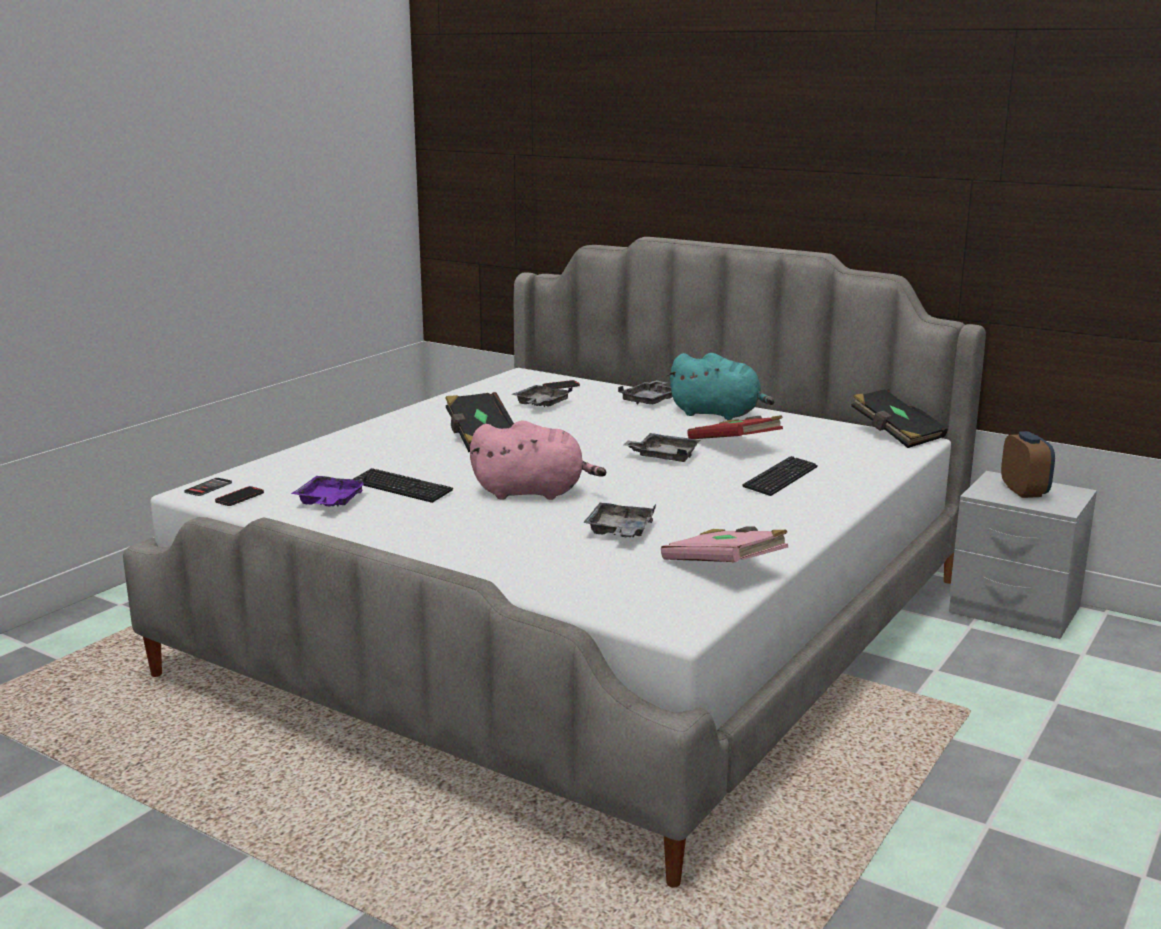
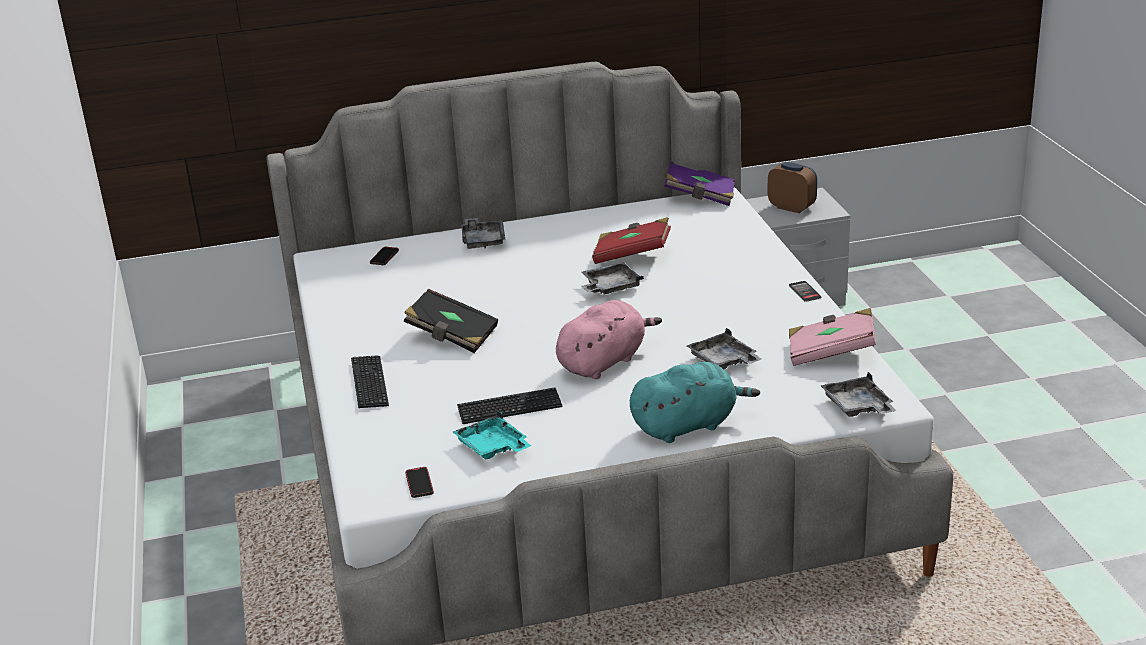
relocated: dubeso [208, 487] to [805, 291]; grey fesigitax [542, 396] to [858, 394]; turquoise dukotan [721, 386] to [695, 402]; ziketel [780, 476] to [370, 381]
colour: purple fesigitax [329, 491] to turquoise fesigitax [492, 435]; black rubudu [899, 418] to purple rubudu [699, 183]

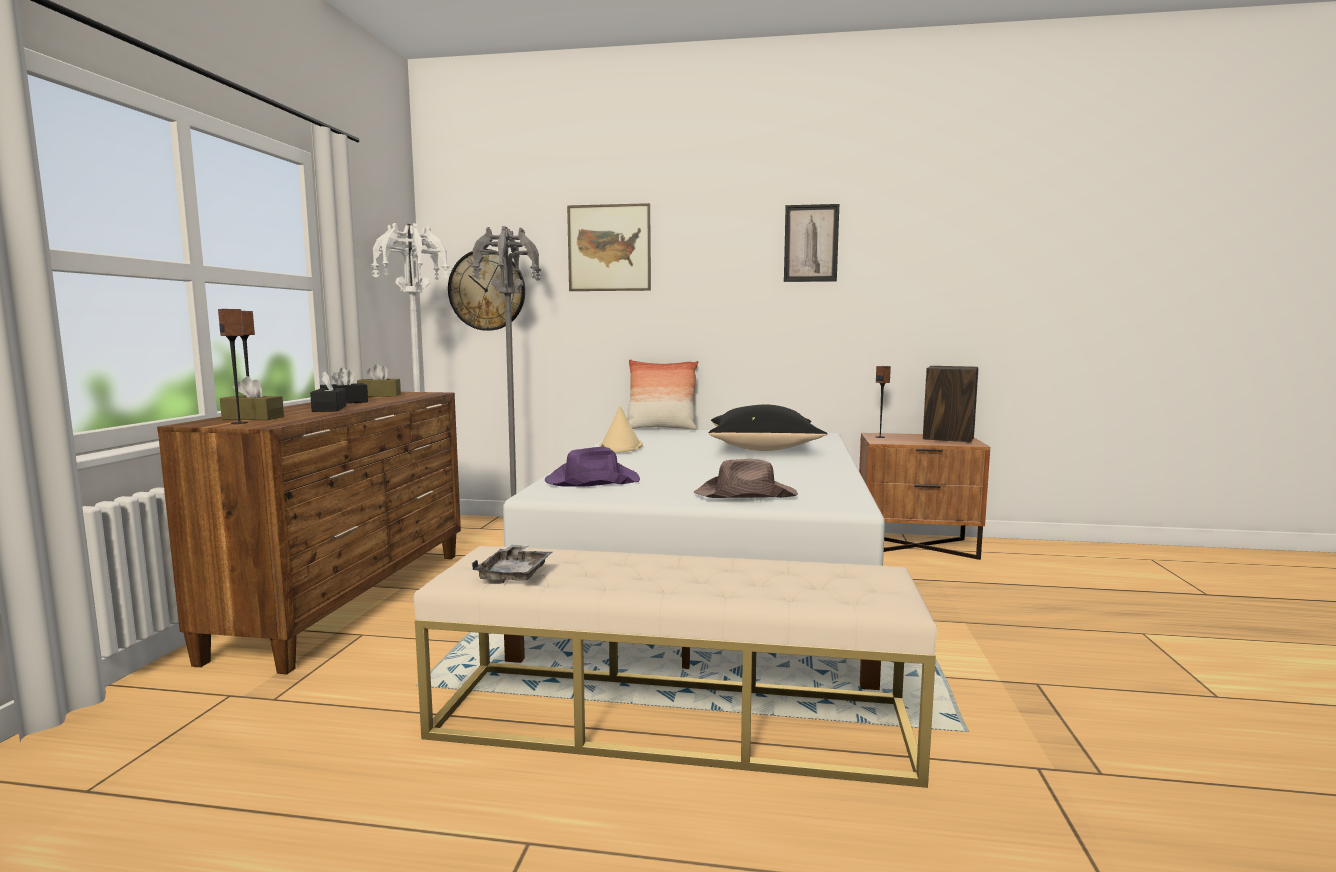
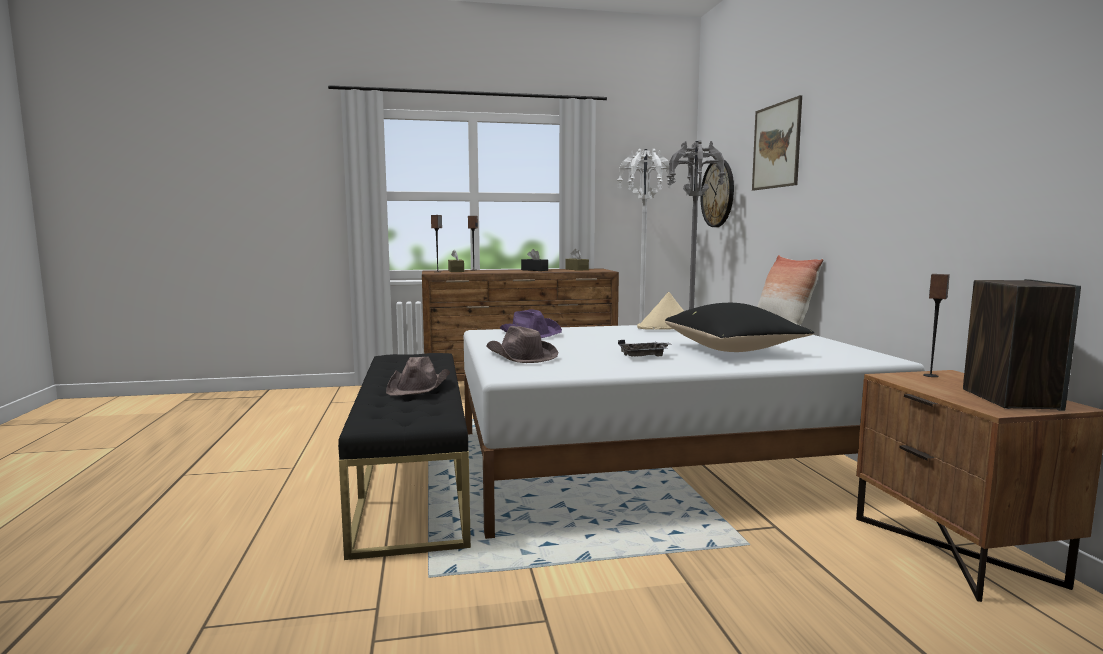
missing: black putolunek [328, 392]; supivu [811, 243]
appeared: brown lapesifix [418, 376]
relocated: grey fesigitax [512, 564] to [645, 348]
colour: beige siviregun [675, 667] to black siviregun [404, 456]

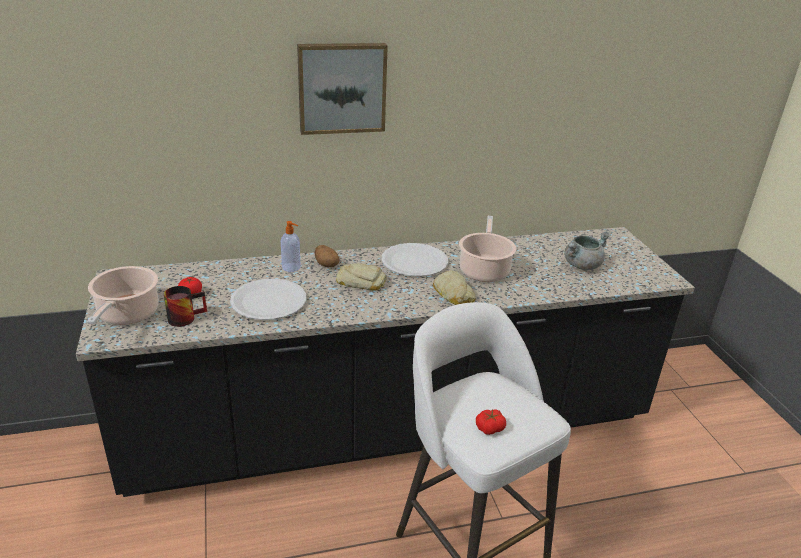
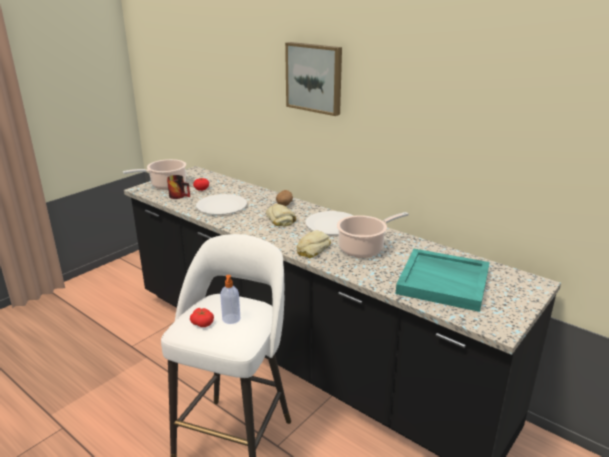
relocated: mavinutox [291, 246] to [230, 299]
exchanged: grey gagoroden [587, 250] to turquoise fesigitax [443, 280]

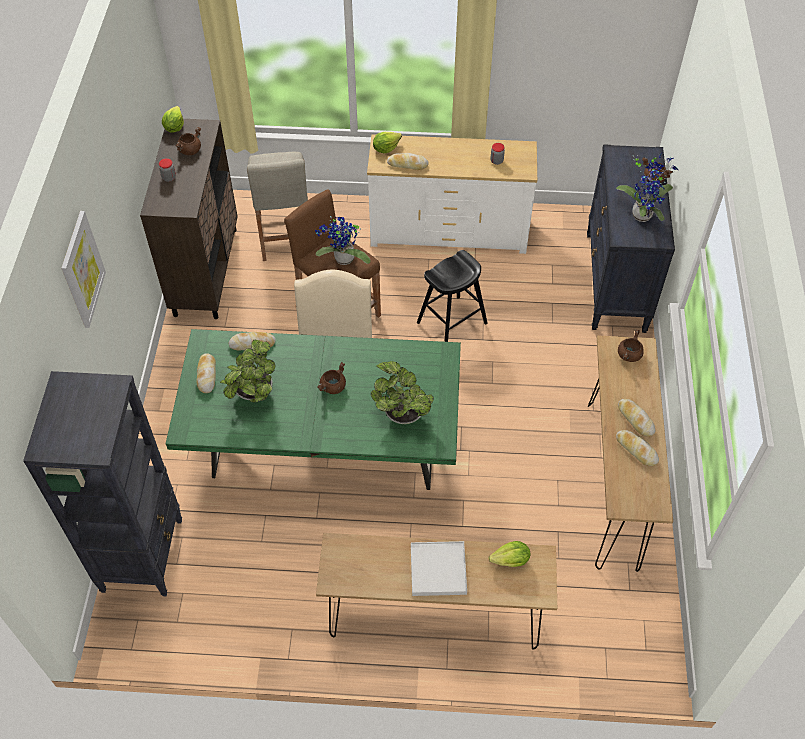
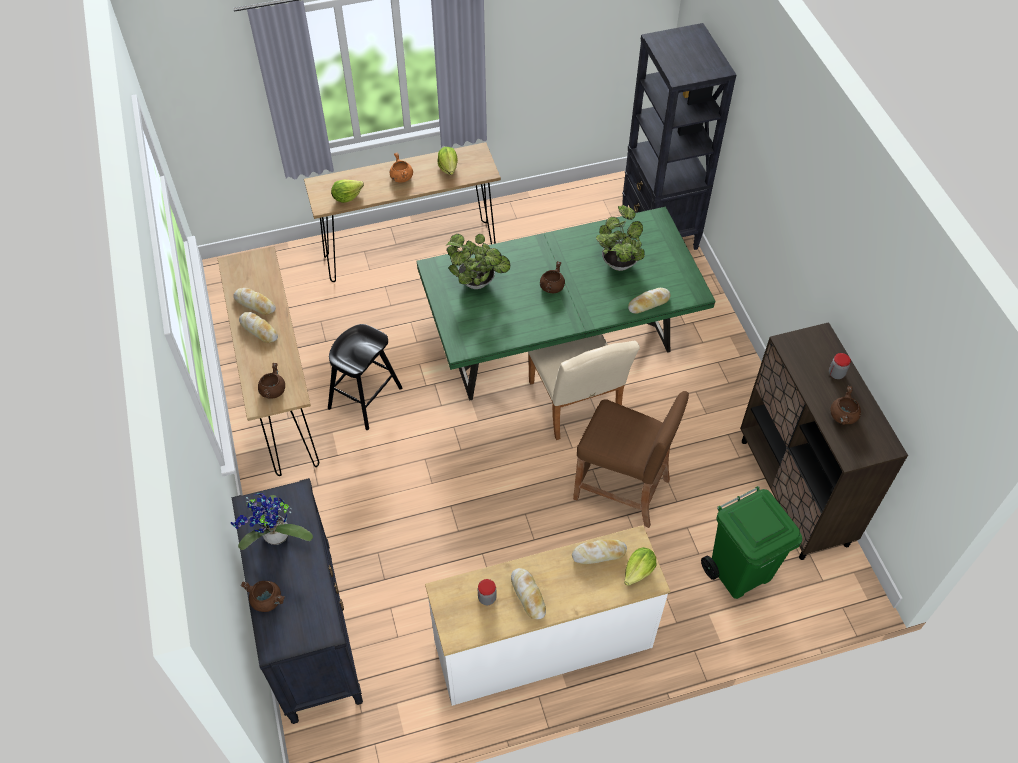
missing: supivu [83, 269]; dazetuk [343, 240]
relocated: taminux [173, 119] to [448, 161]; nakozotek [206, 373] to [528, 593]; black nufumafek [452, 296] to [365, 377]
exchanged: beige nufumafek [277, 206] to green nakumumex [751, 542]; white fesigitax [439, 568] to orange gagoroden [401, 167]

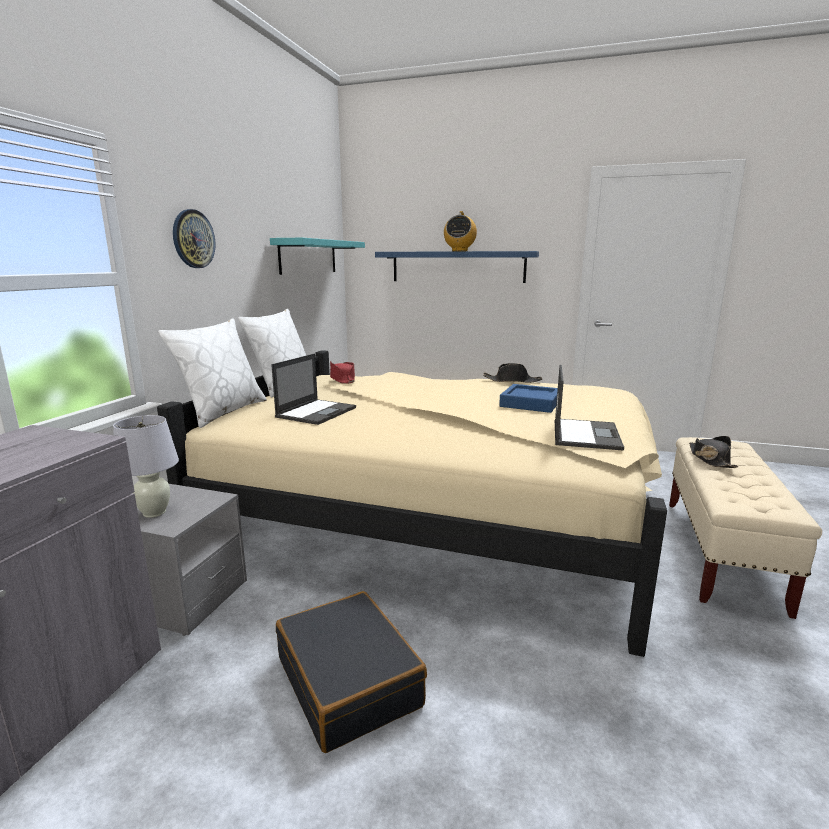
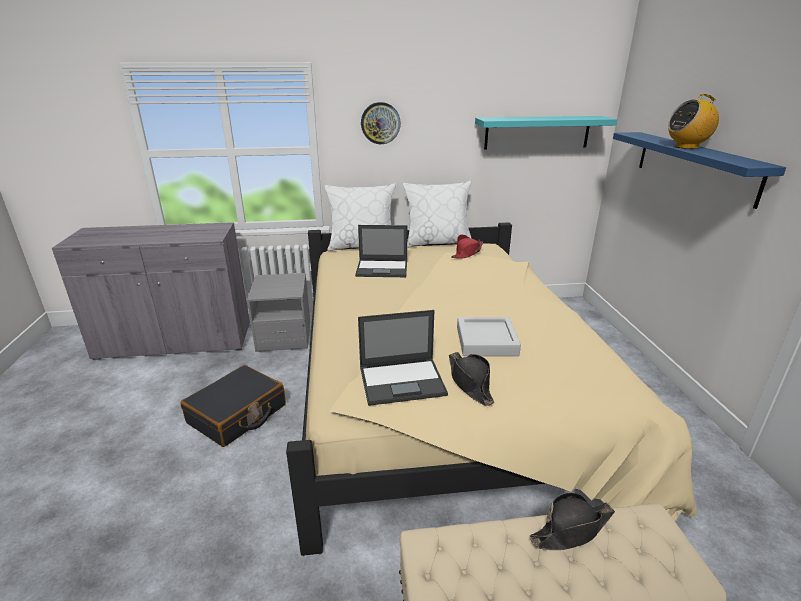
missing: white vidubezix [146, 466]
relocated: black lapesifix [512, 373] to [471, 379]
colour: blue fesigitax [528, 398] to grey fesigitax [489, 336]

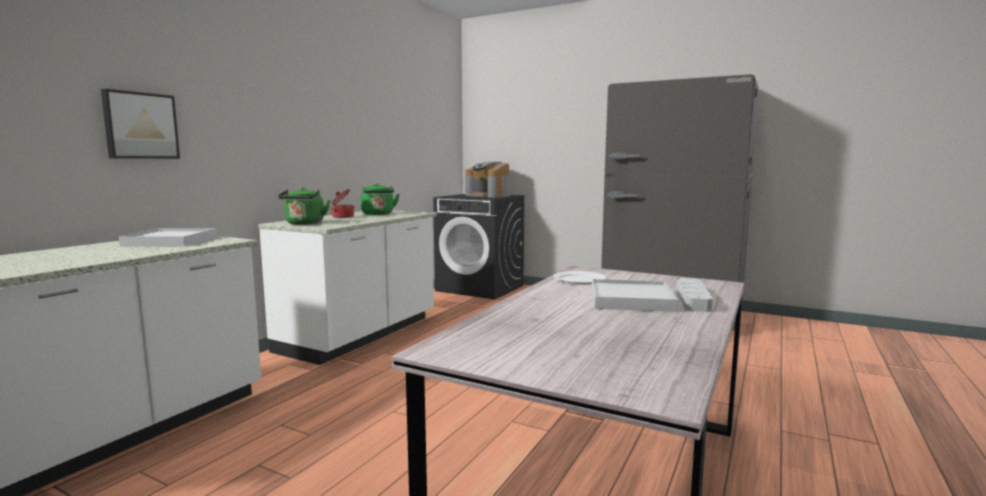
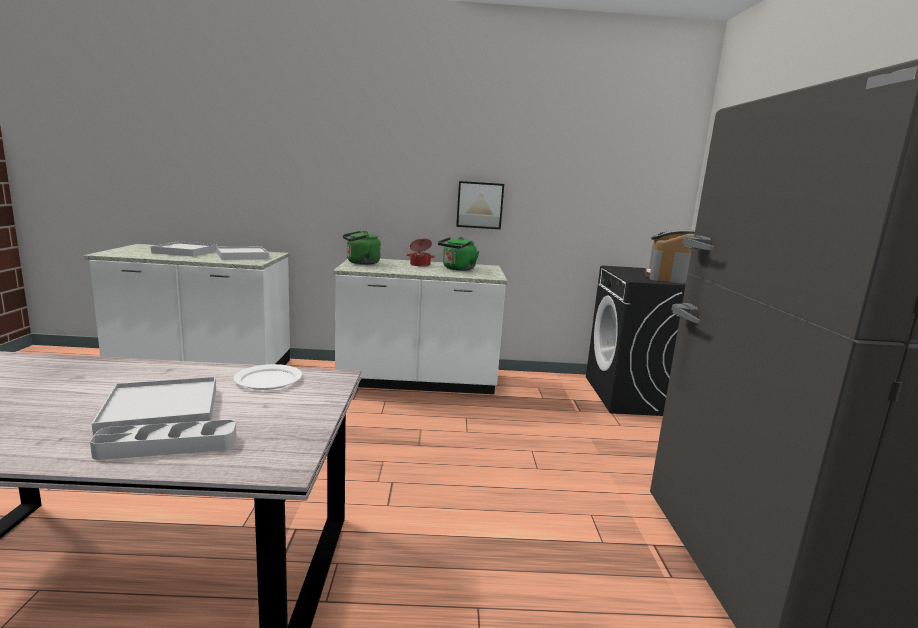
appeared: white fesigitax [184, 248]
relocated: supivu [140, 124] to [480, 205]

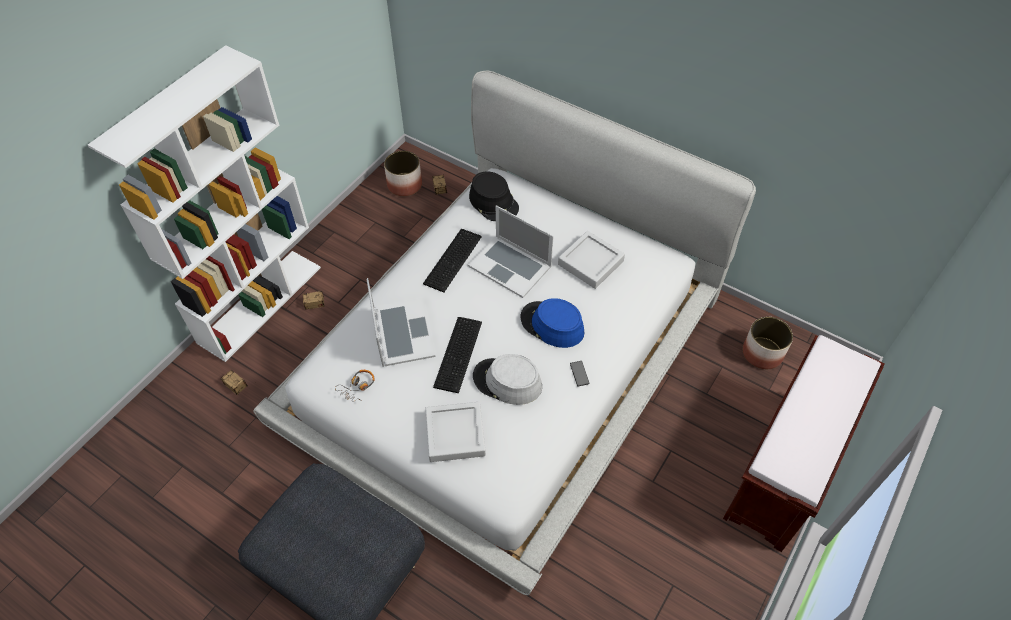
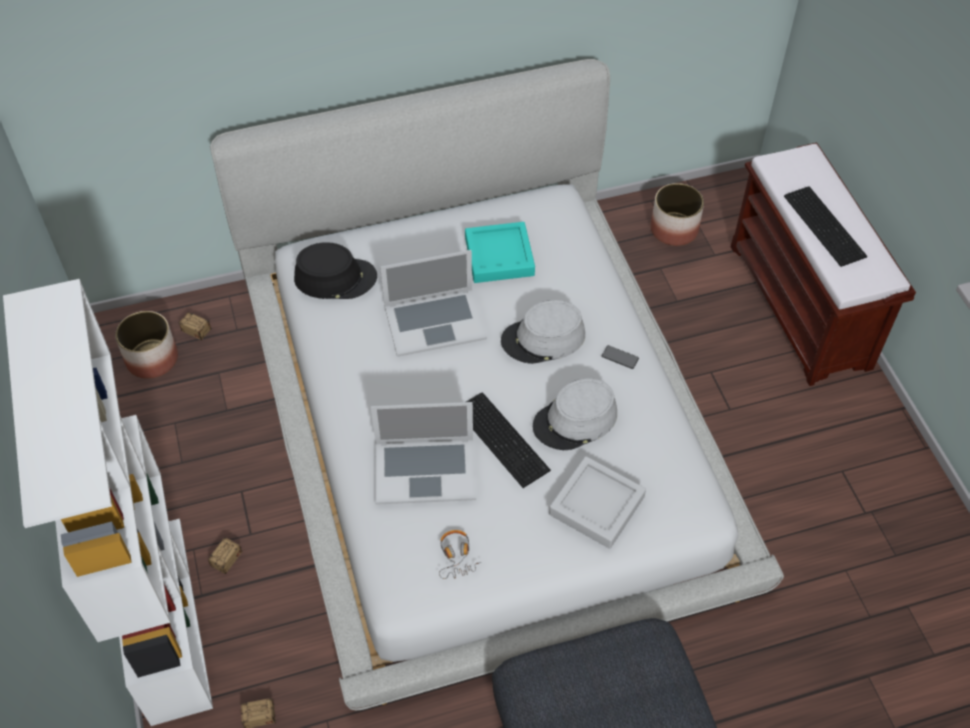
relocated: ziketel [452, 260] to [826, 226]
colour: blue lapesifix [552, 323] to grey lapesifix [543, 332]; grey fesigitax [591, 260] to turquoise fesigitax [500, 252]
spun: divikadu [401, 322] = [423, 453] 150 degrees clockwise

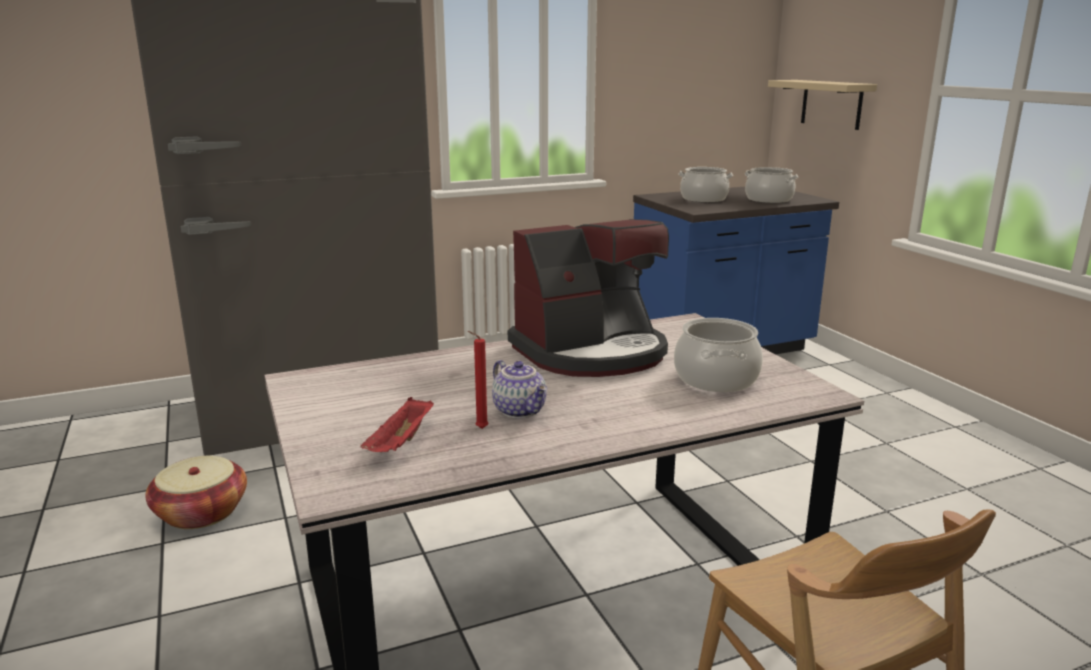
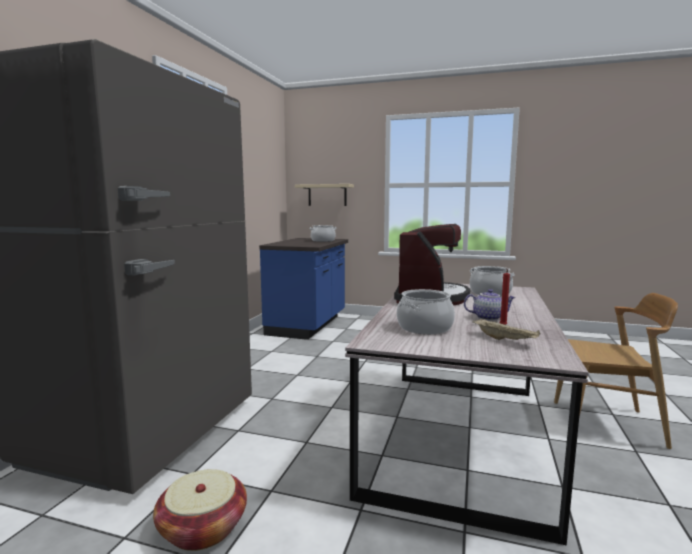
relocated: gagoroden [705, 185] to [426, 311]
colour: red fesigitax [397, 424] to beige fesigitax [506, 329]

